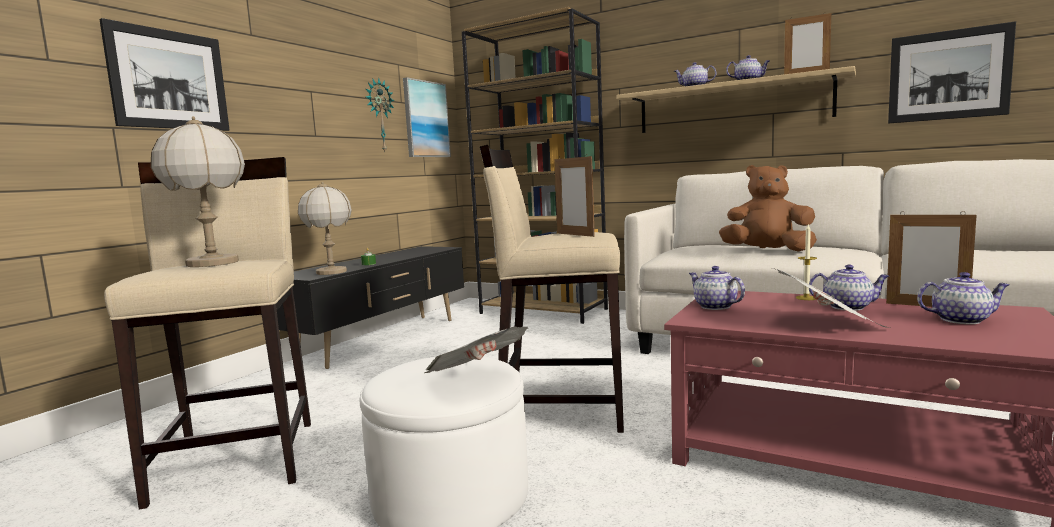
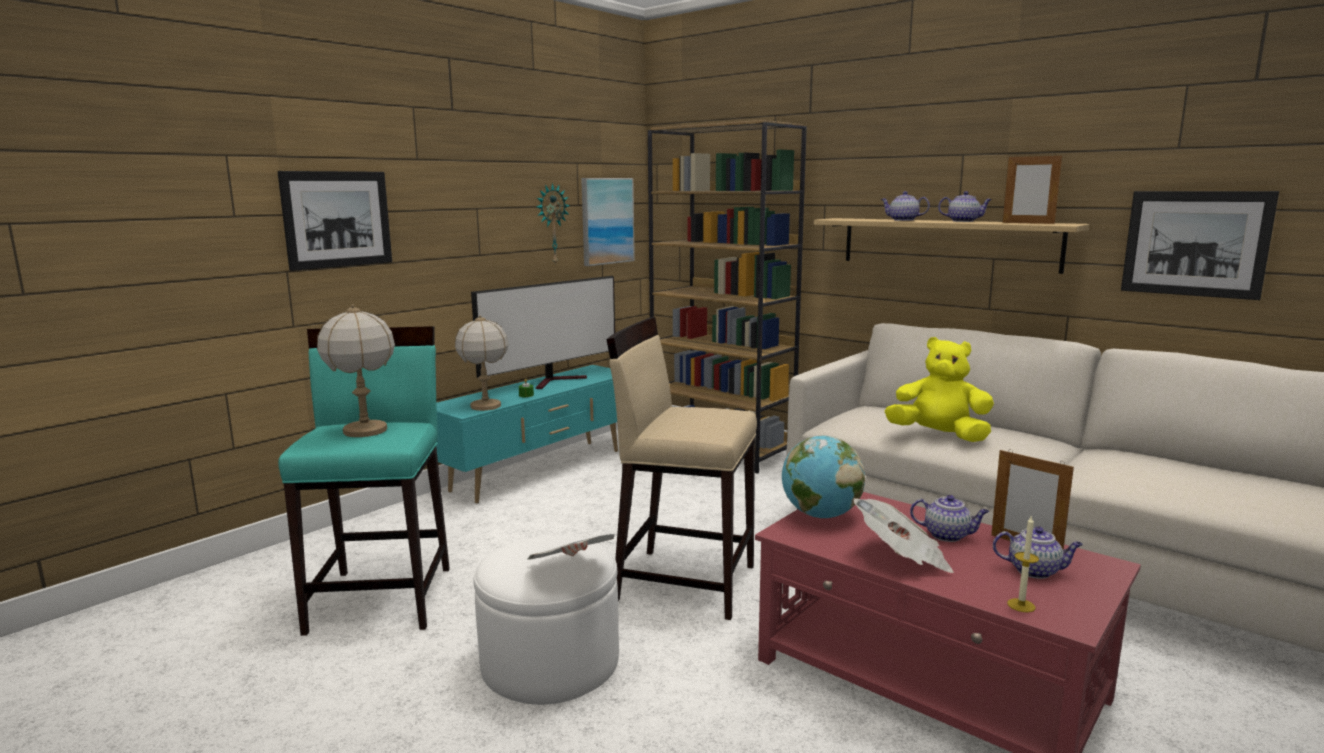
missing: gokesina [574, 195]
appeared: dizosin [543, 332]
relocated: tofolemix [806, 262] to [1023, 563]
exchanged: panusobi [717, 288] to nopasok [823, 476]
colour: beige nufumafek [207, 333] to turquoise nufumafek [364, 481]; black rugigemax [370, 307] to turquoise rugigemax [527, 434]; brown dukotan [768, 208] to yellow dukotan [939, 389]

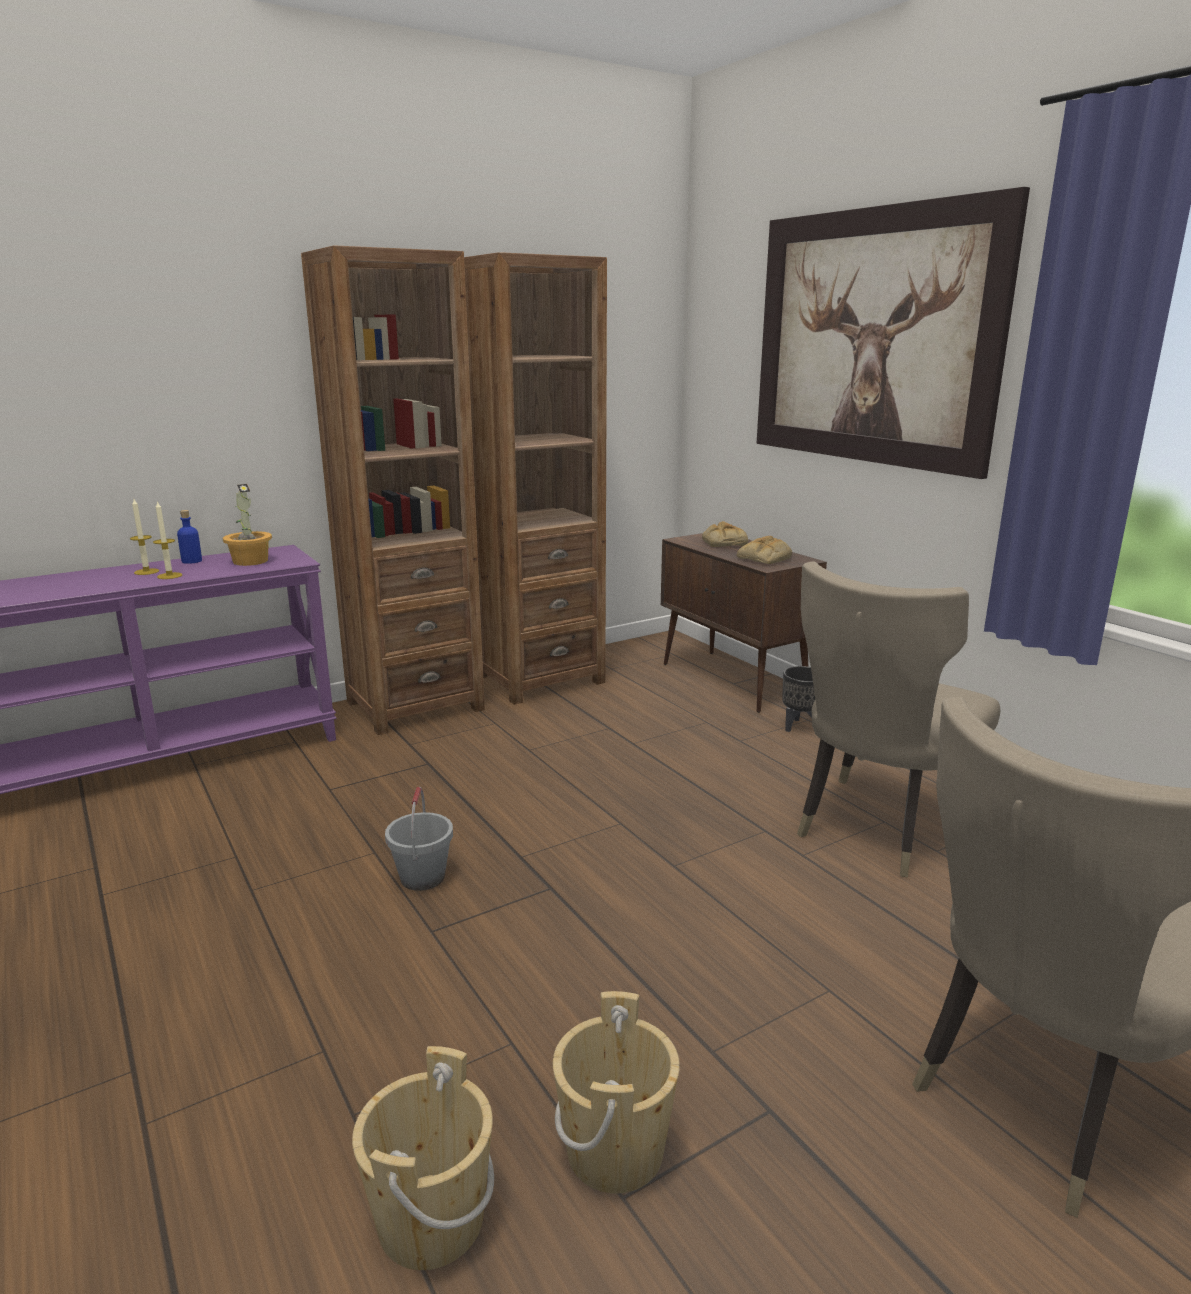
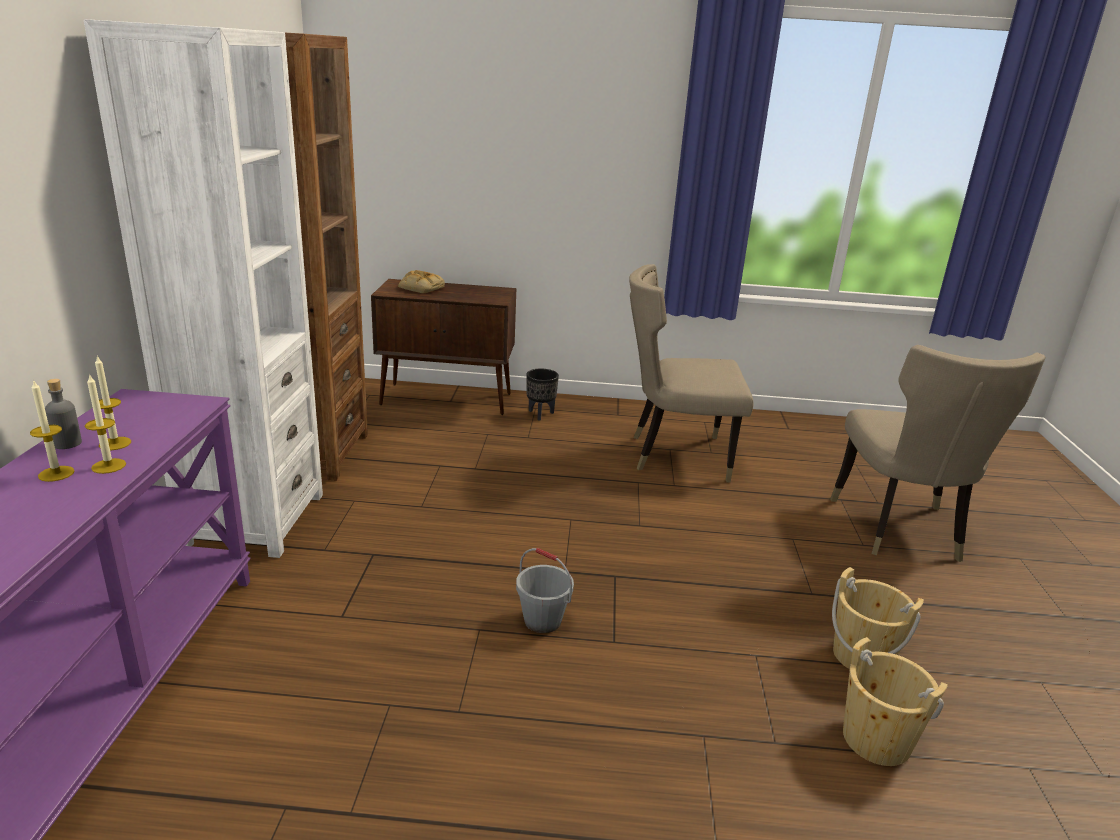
missing: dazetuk [247, 525]; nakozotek [764, 550]; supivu [893, 333]
appeared: tofolemix [113, 403]
colour: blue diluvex [189, 537] to grey diluvex [63, 414]; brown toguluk [393, 490] to white toguluk [203, 288]
spun: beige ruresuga [898, 719] = [691, 373] 105 degrees clockwise

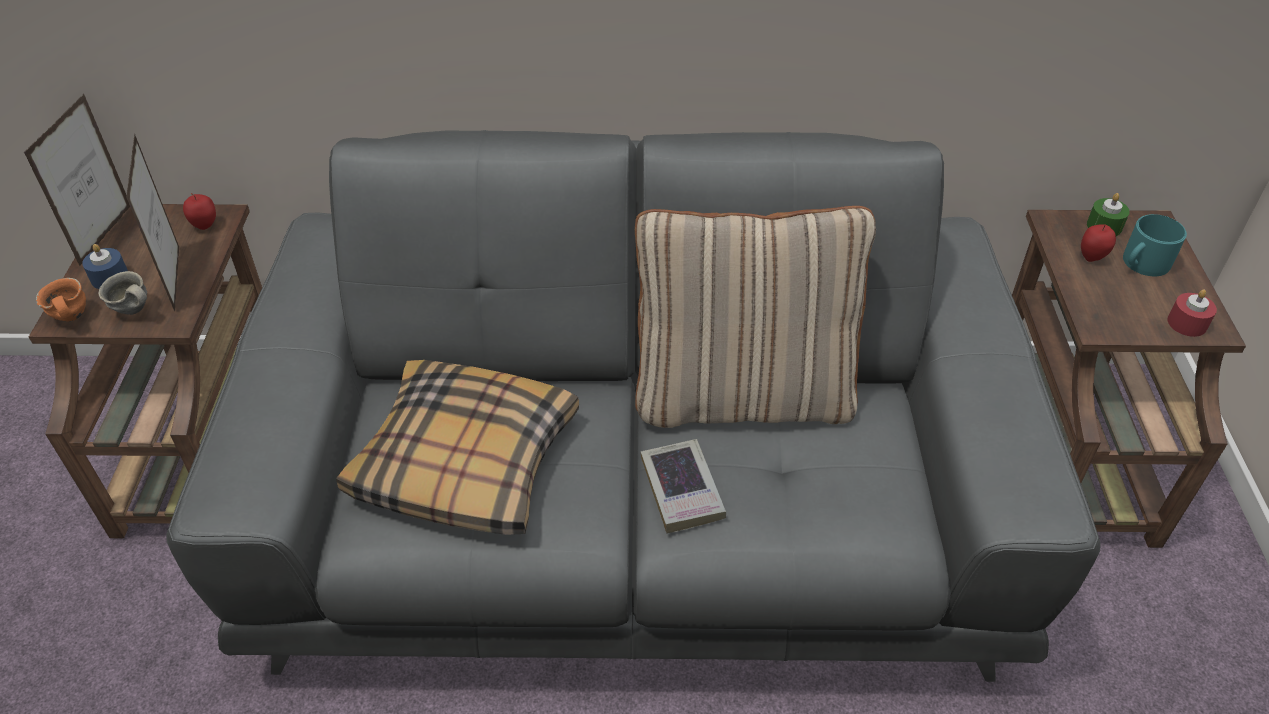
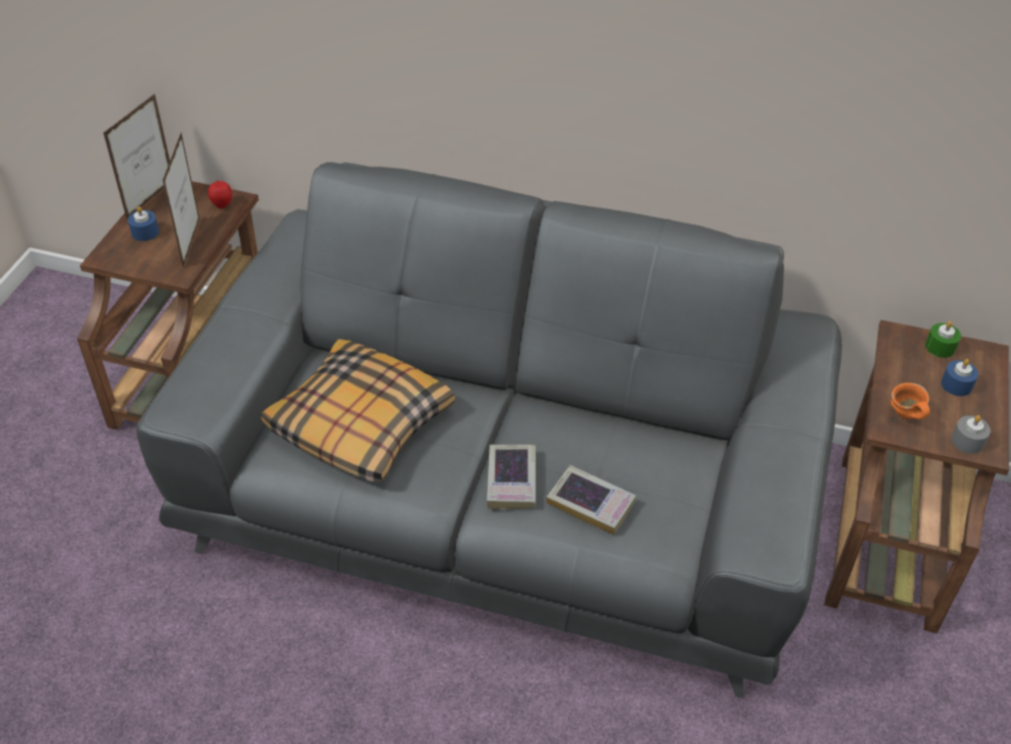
missing: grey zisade [122, 293]; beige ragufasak [755, 317]; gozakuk [1098, 243]
appeared: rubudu [591, 500]
relocated: orange zisade [61, 299] to [910, 401]
exchanged: turquoise zisade [1155, 245] to blue tofolemix [959, 377]
colour: red tofolemix [1192, 313] to grey tofolemix [971, 434]

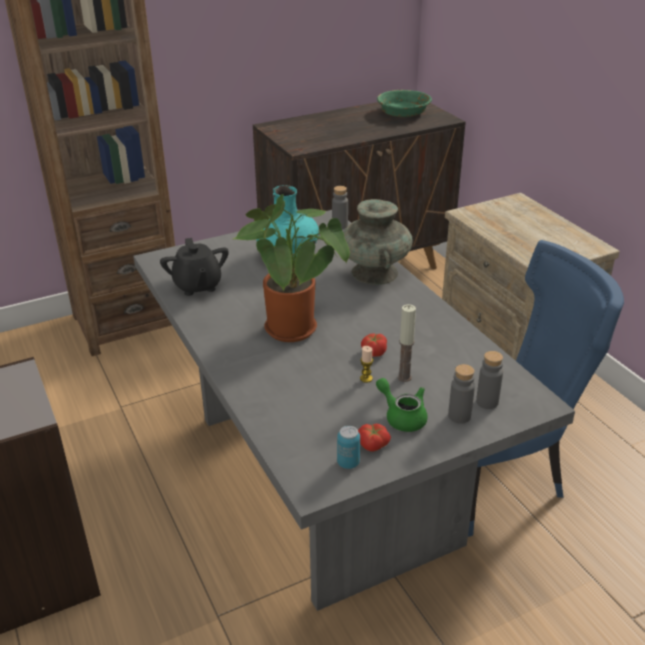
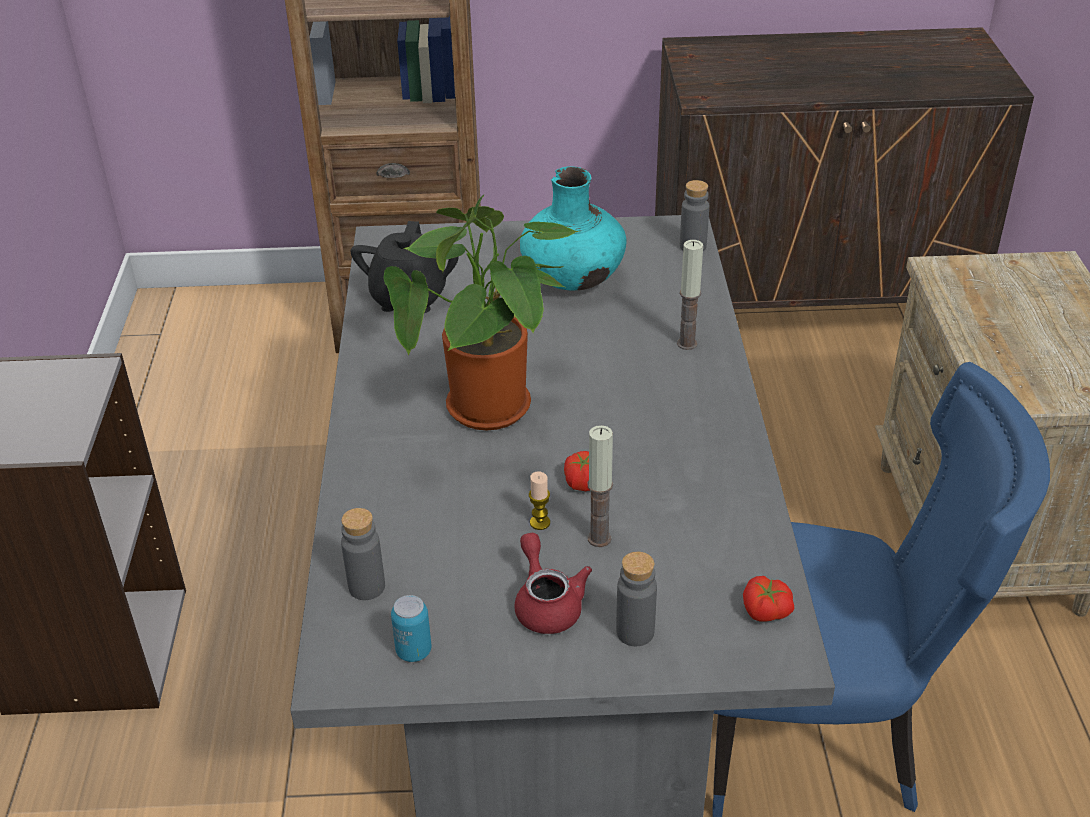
missing: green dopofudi [404, 103]
relocated: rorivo [374, 437] to [769, 599]; grey diluvex [489, 380] to [363, 554]
exchanged: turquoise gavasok [378, 242] to tofolemix [690, 295]
colour: green panusobi [402, 405] to red panusobi [553, 583]

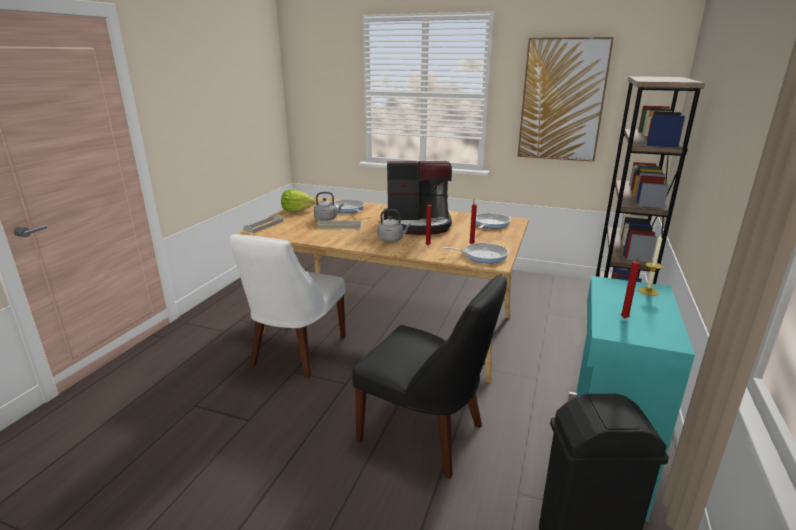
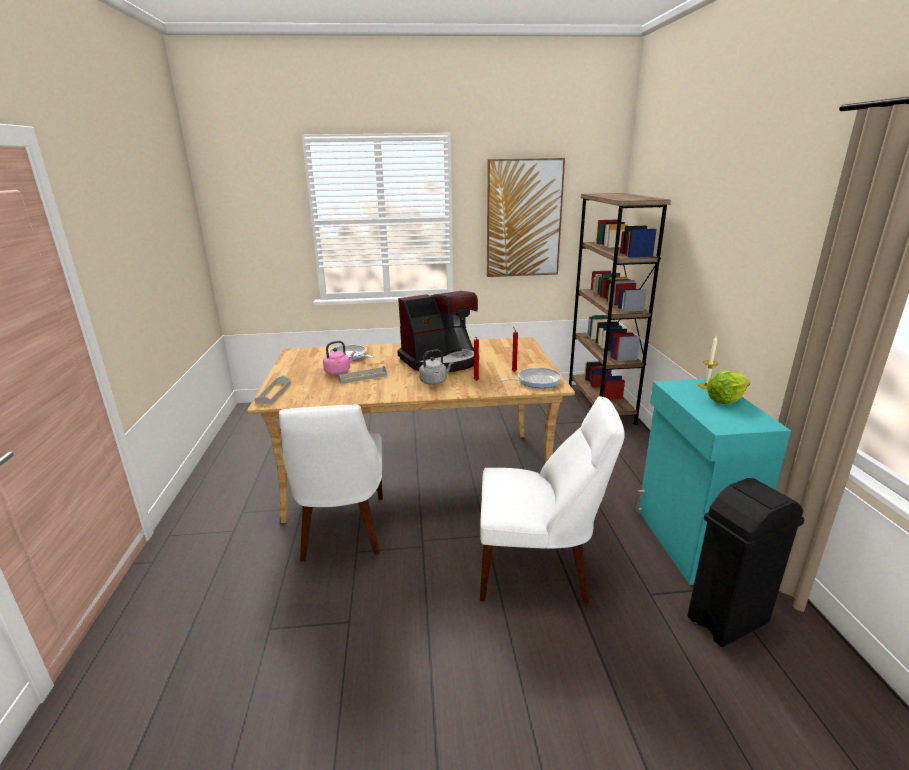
missing: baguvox [493, 221]; red tofolemix [630, 288]
relocated: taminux [298, 201] to [728, 387]
colour: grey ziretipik [328, 206] to pink ziretipik [339, 357]; black ruresuga [429, 377] to white ruresuga [552, 500]

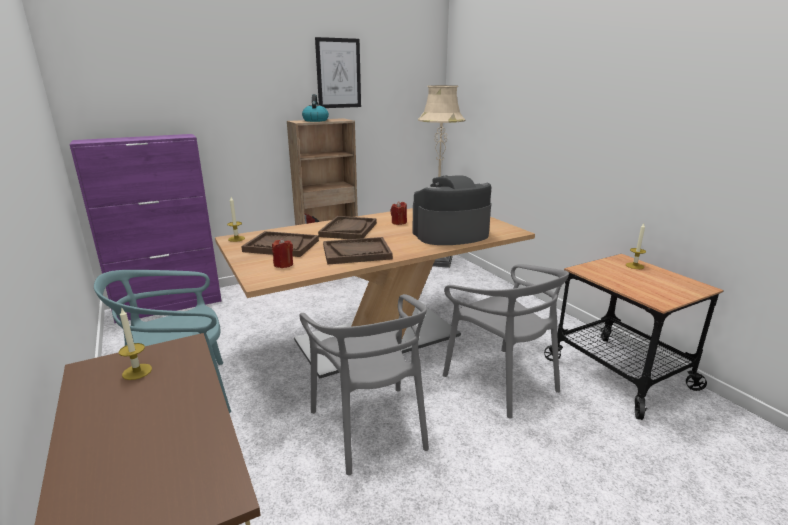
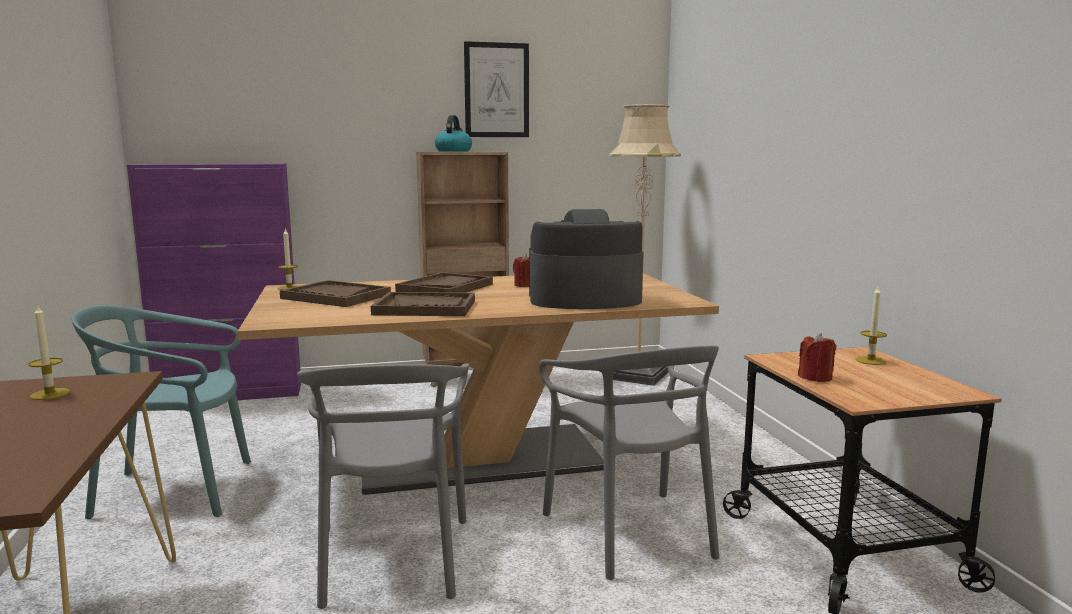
relocated: red tofolemix [282, 253] to [817, 357]

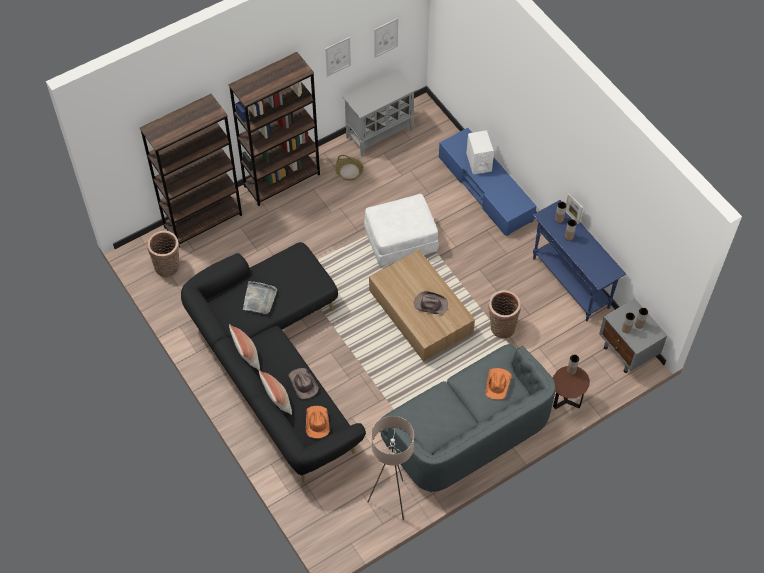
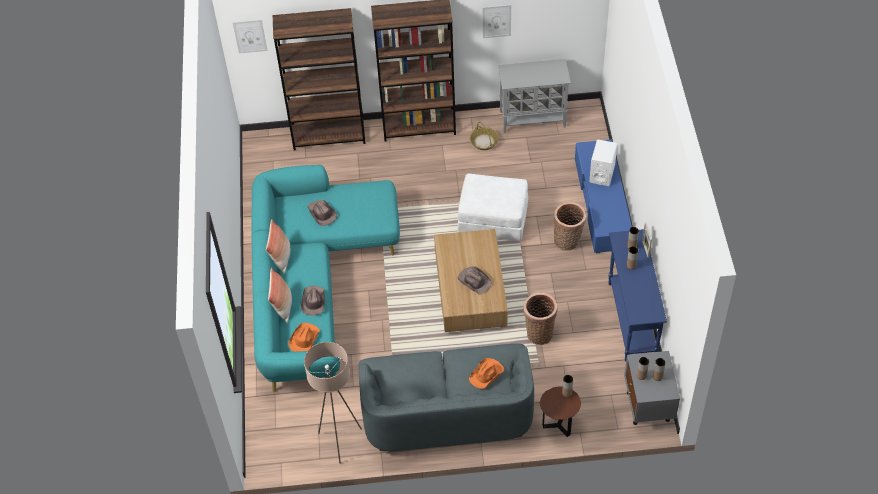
relocated: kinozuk [163, 254] to [570, 226]; supivu [386, 38] to [250, 36]
exchanged: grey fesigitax [260, 297] to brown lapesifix [322, 213]
colour: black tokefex [273, 362] to turquoise tokefex [325, 278]

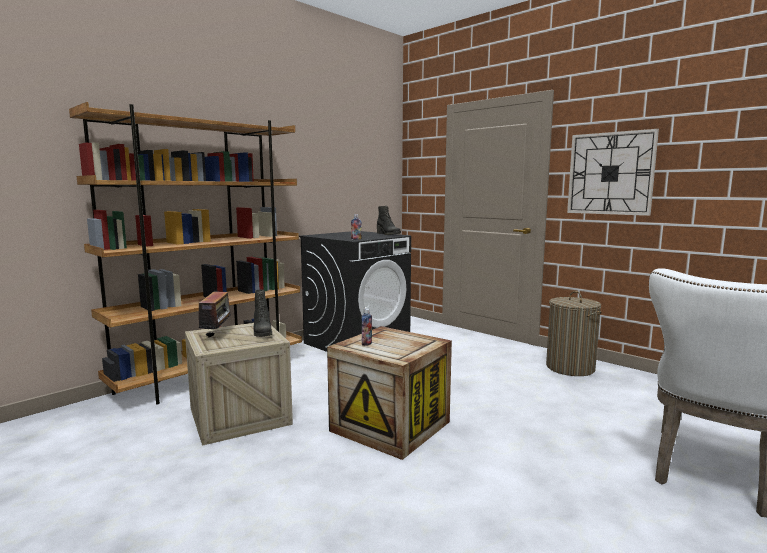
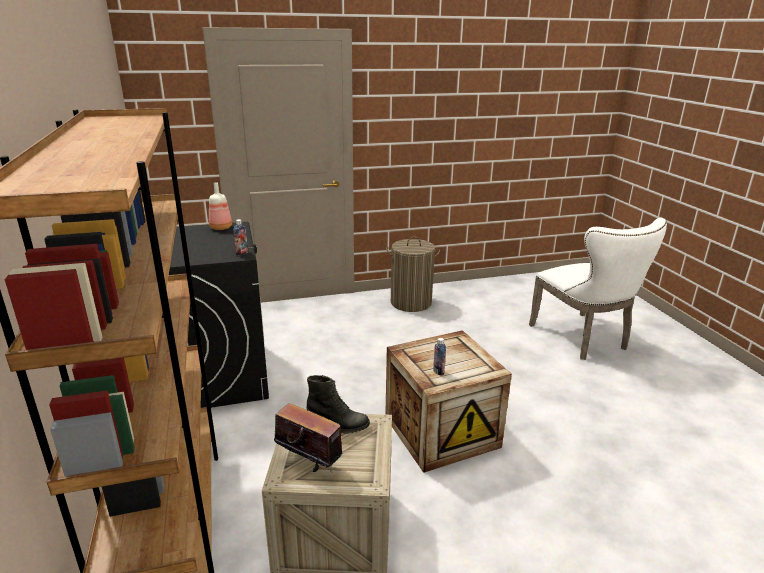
missing: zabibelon [613, 172]
exchanged: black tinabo [389, 220] to diluvex [220, 206]

